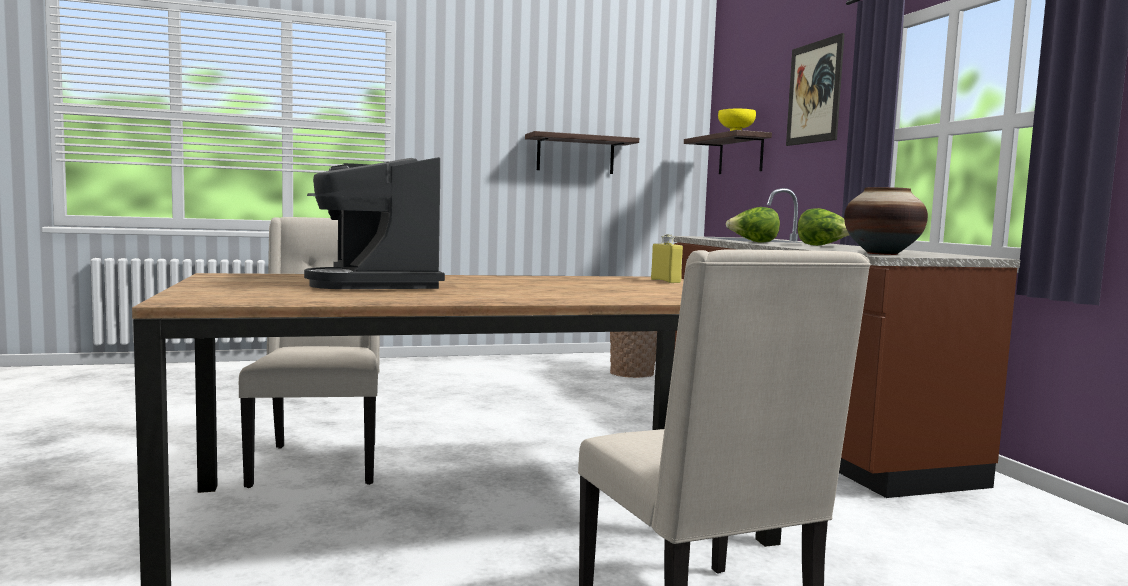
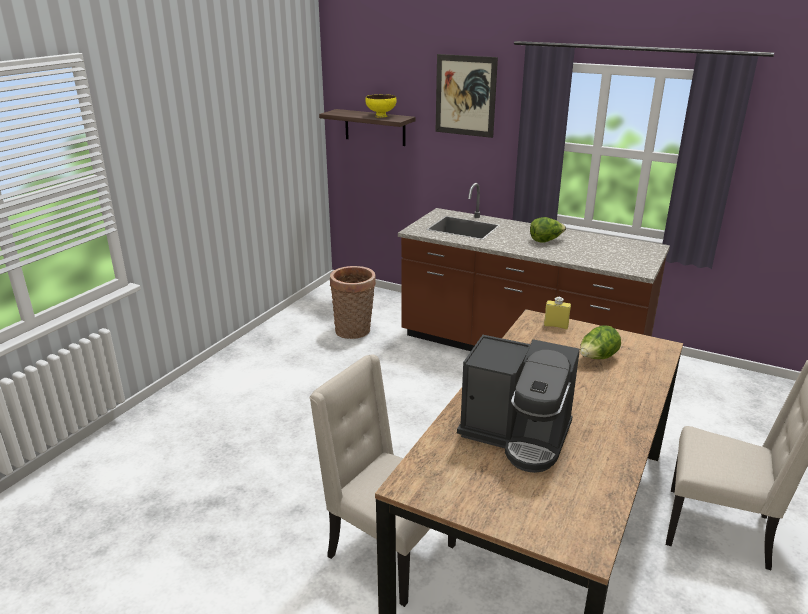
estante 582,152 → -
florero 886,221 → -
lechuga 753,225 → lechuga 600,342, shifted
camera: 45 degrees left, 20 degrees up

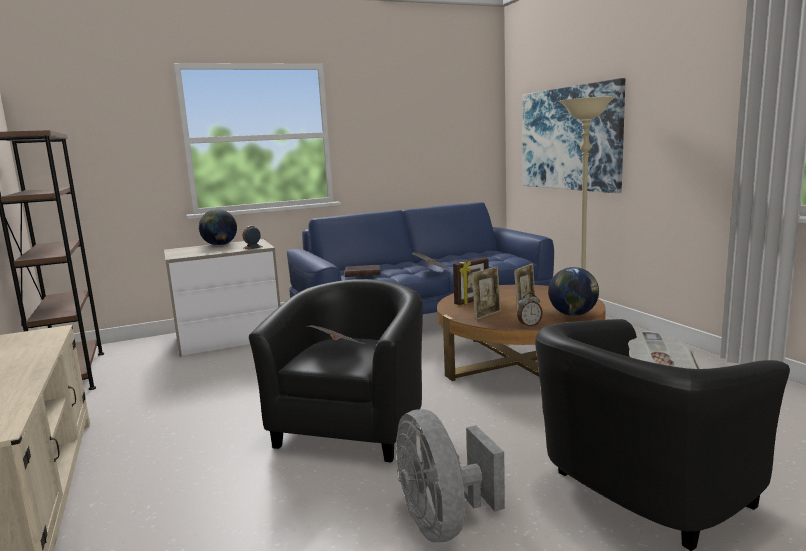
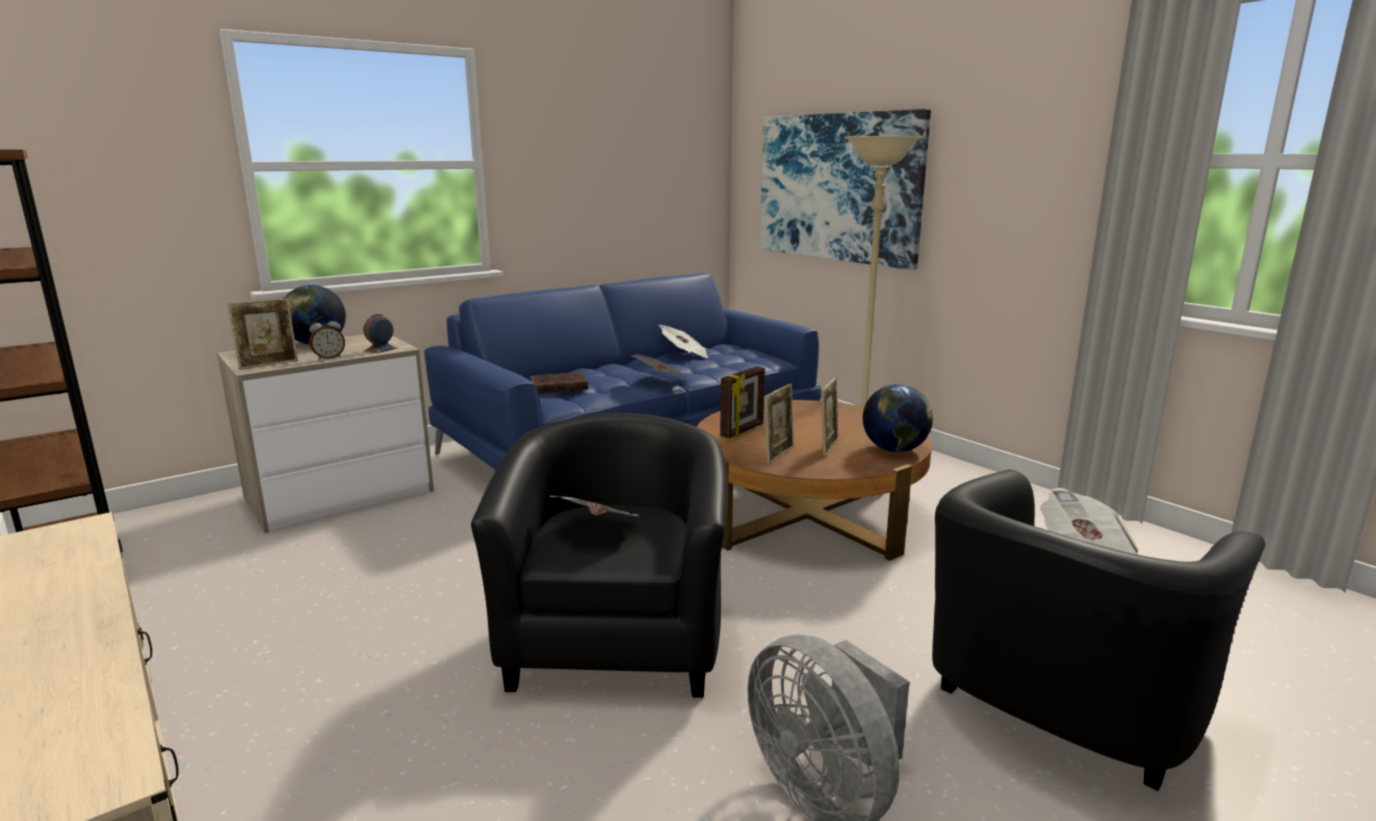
despertador 530,310 → despertador 327,338, shifted
- → portarretratos 262,334
- → periódico 683,341
camera: 15 degrees left, 5 degrees up

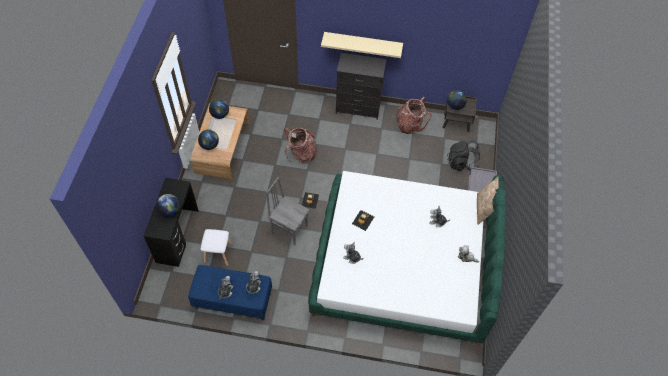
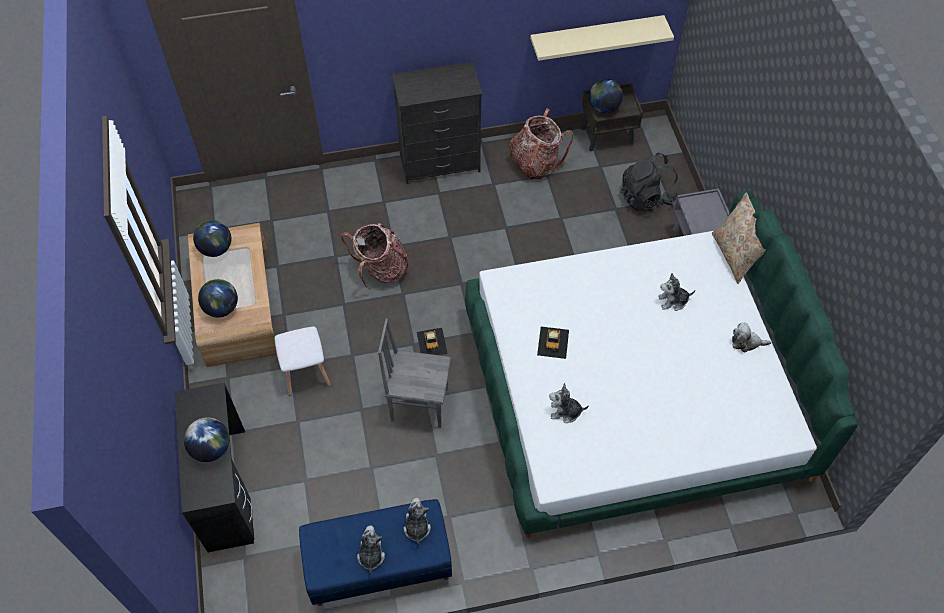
estante [beis] 362,45 → estante [beis] 602,38, shifted
taburete [blanco] 216,247 → taburete [blanco] 302,361, shifted
camera: 20 degrees left, 0 degrees up

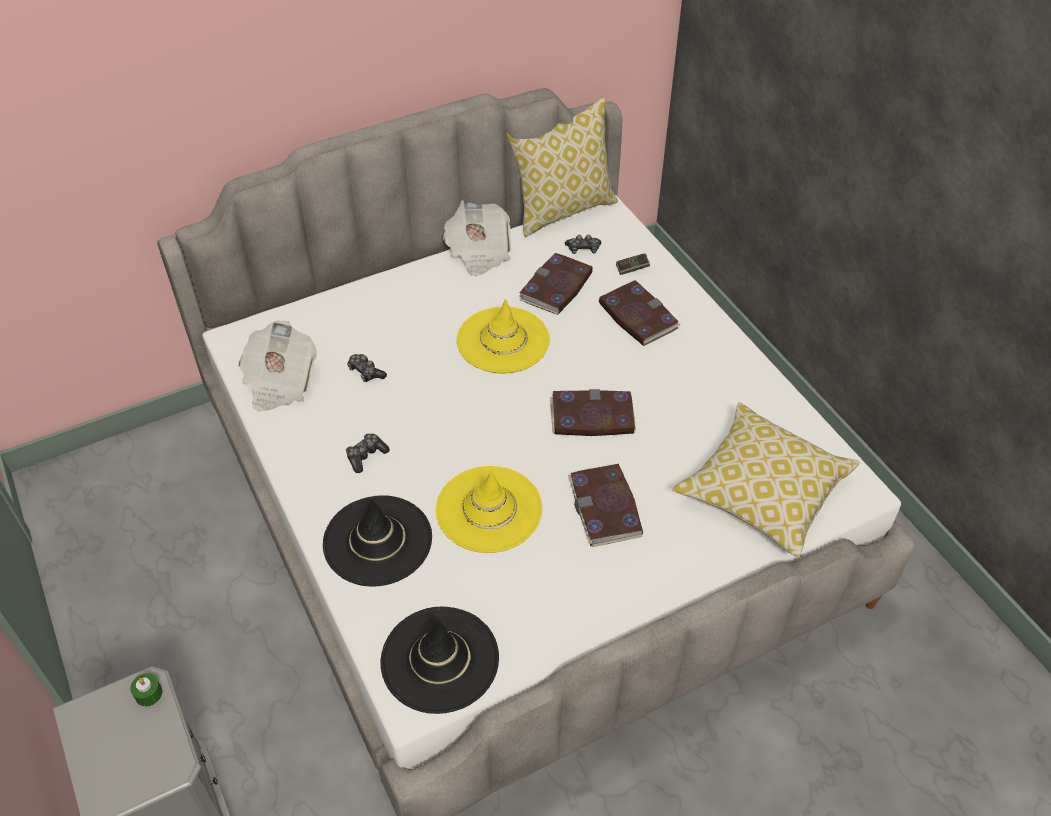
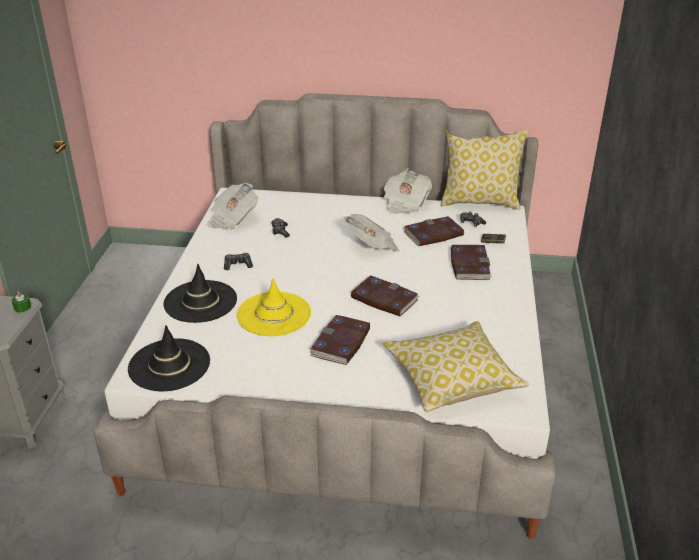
sombrero [amarillo] 503,335 → periódico 371,232
camera: 35 degrees right, 15 degrees down

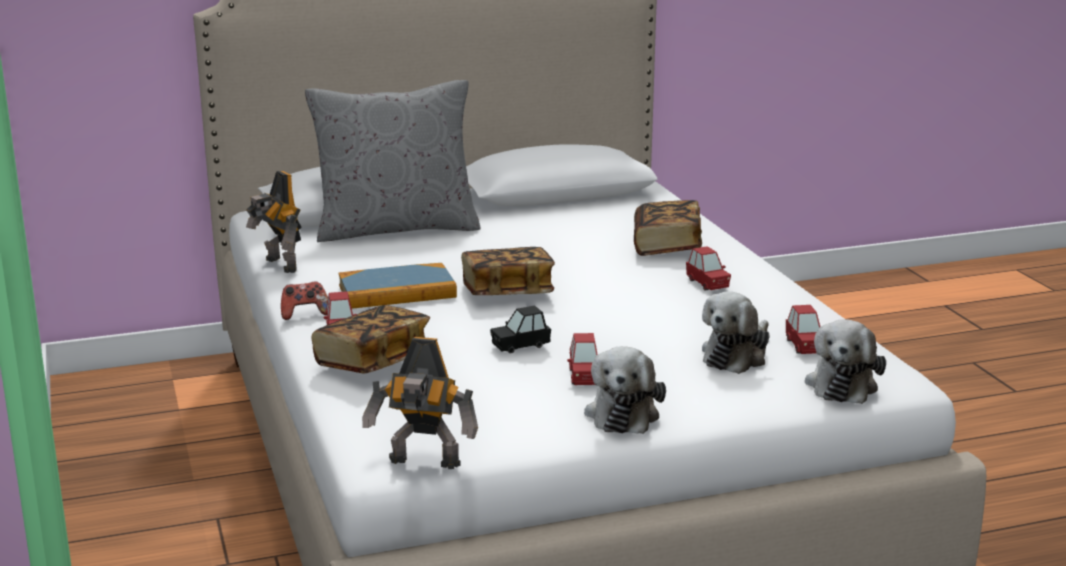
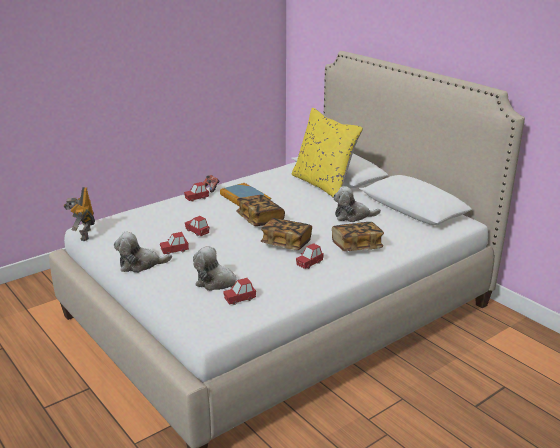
cojín [gris] 393,161 → cojín [amarillo] 327,152
robot de juguete 274,222 → -
libro 370,339 → libro 286,234, shifted
coche de juguete [negro] 520,329 → coche de juguete [rojo] 197,226
peluche 845,361 → peluche 357,204, shifted
camera: 70 degrees right, 5 degrees up

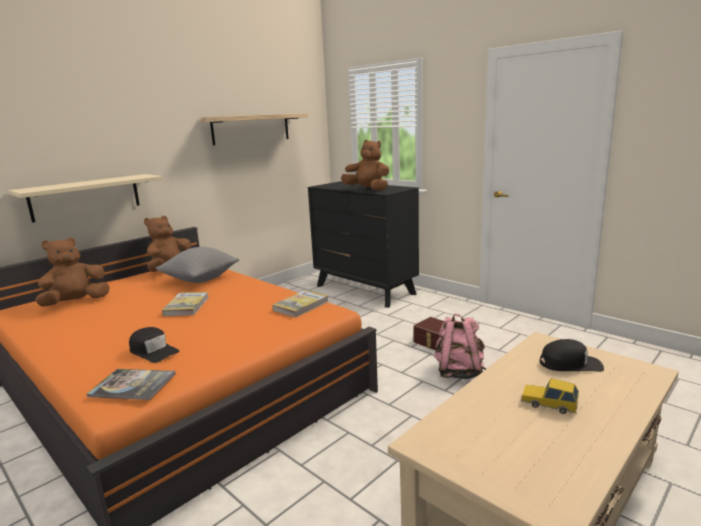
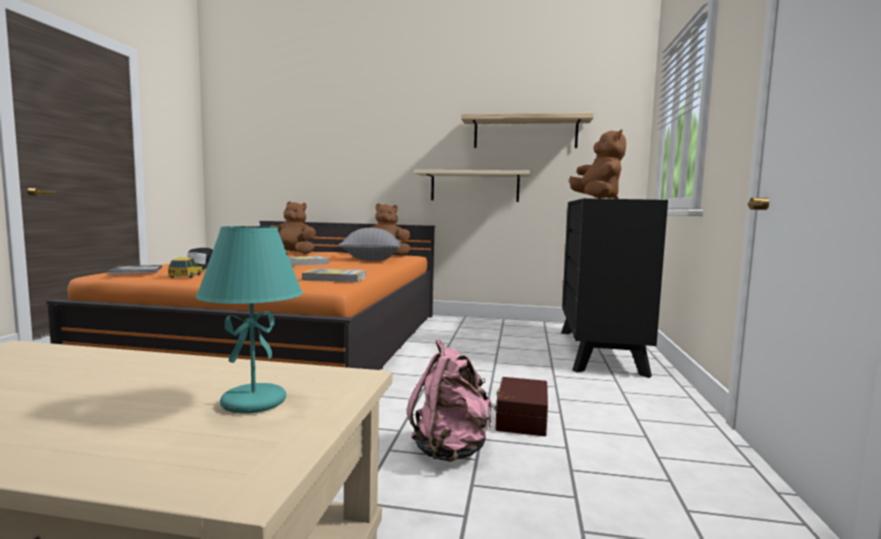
estante [beis] 85,198 → estante [beis] 472,186, shifted
gorra [negro] 572,355 → lámpara de mesa [turquesa] 249,320
coche de juguete 550,396 → coche de juguete 185,268, shifted
camera: 55 degrees right, 10 degrees down

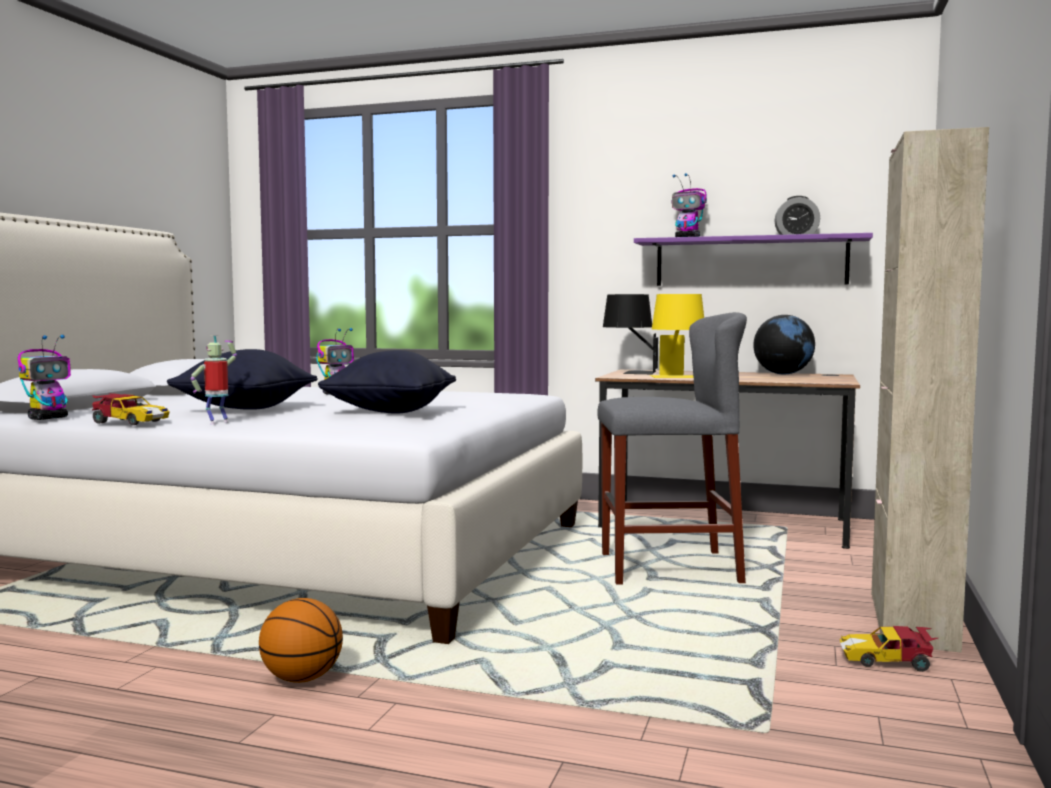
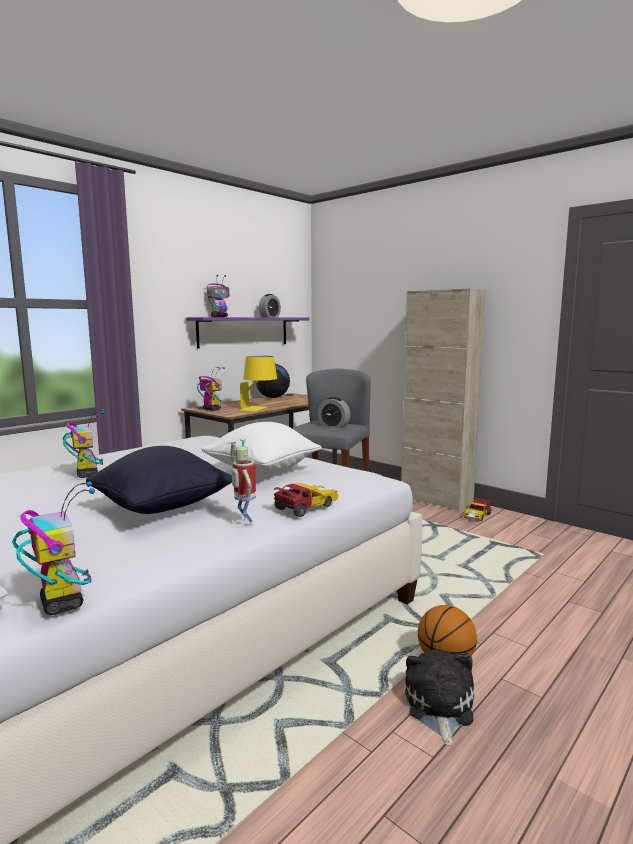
lámpara de mesa [negro] 630,334 → robot de juguete 211,389
cojín [negro] 387,382 → cojín [blanco] 262,448
coche de juguete 131,409 → coche de juguete 306,500, shifted
- → despertador 334,412
- → peluche 439,697
camera: 65 degrees left, 5 degrees up

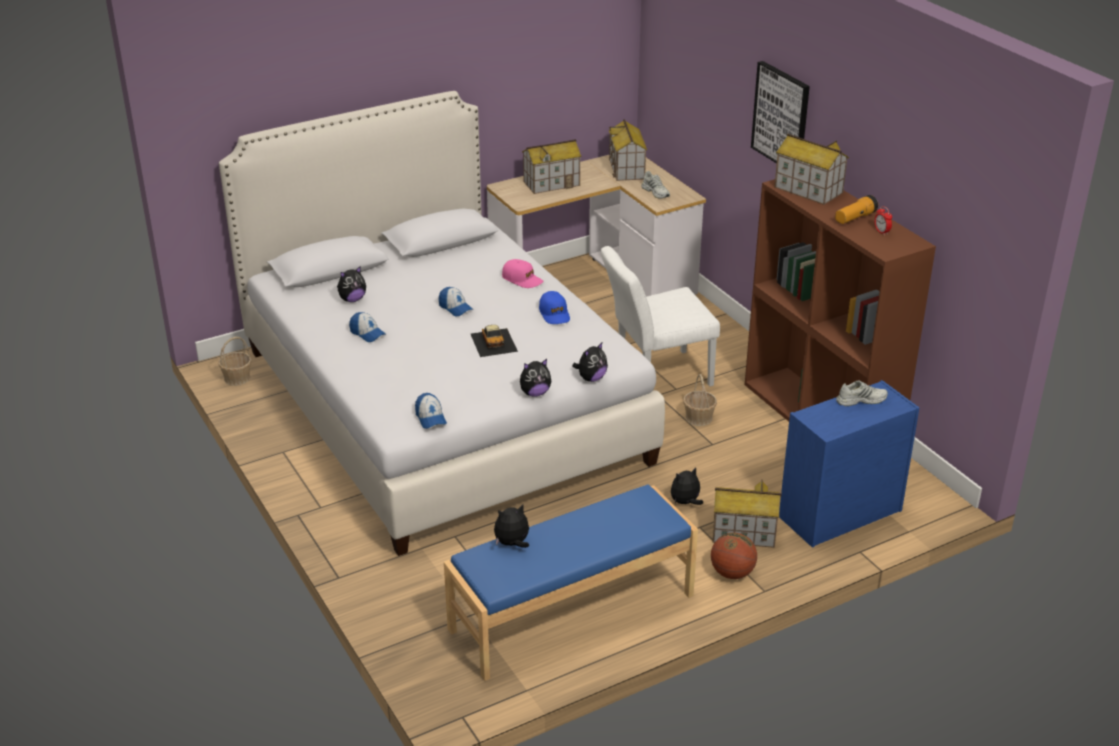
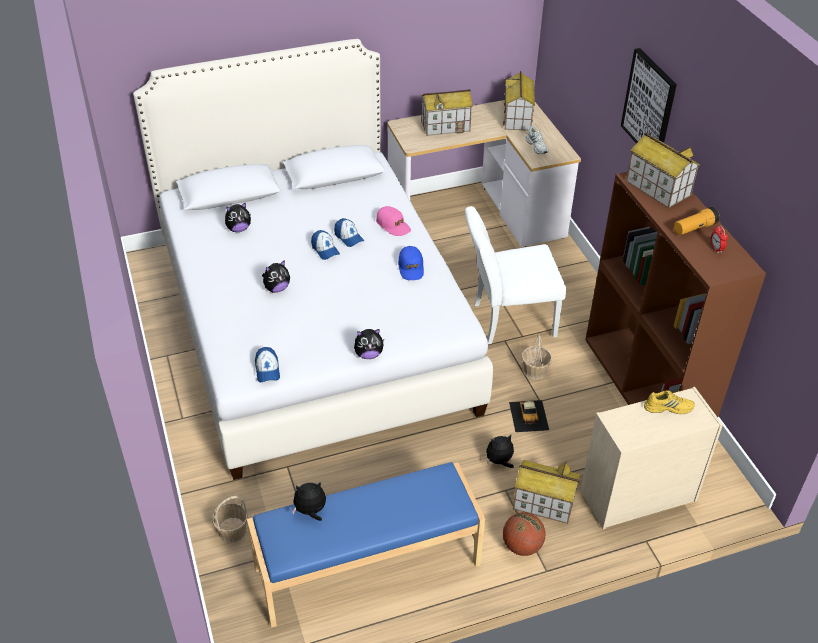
gorra 367,327 → gorra 349,232, shifted
coche de juguete 494,341 → coche de juguete 529,416, shifted
cesta 234,361 → cesta 230,519, shifted
peluche 590,362 → peluche 276,276, shifted
cómoda [azul] 849,464 → cómoda [beis] 651,458
zapato [blanco] 862,393 → zapato [amarillo] 669,402
camera: 10 degrees right, 10 degrees up

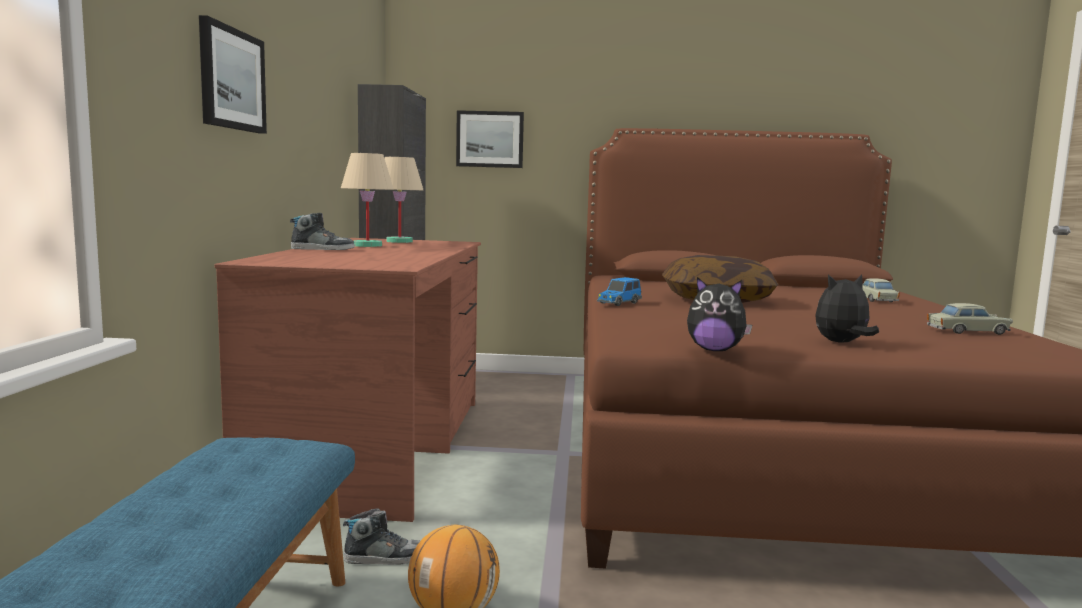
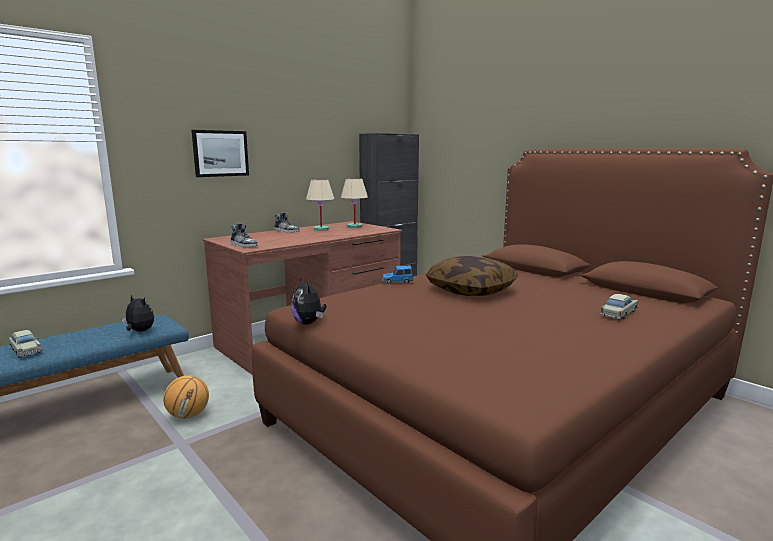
cuadro 490,139 → -
peluche 847,308 → peluche 138,313, shifted
coche de juguete [beis] 970,319 → coche de juguete [beis] 26,344, shifted
zapato 381,536 → zapato 244,235, shifted
camera: 45 degrees right, 5 degrees up

